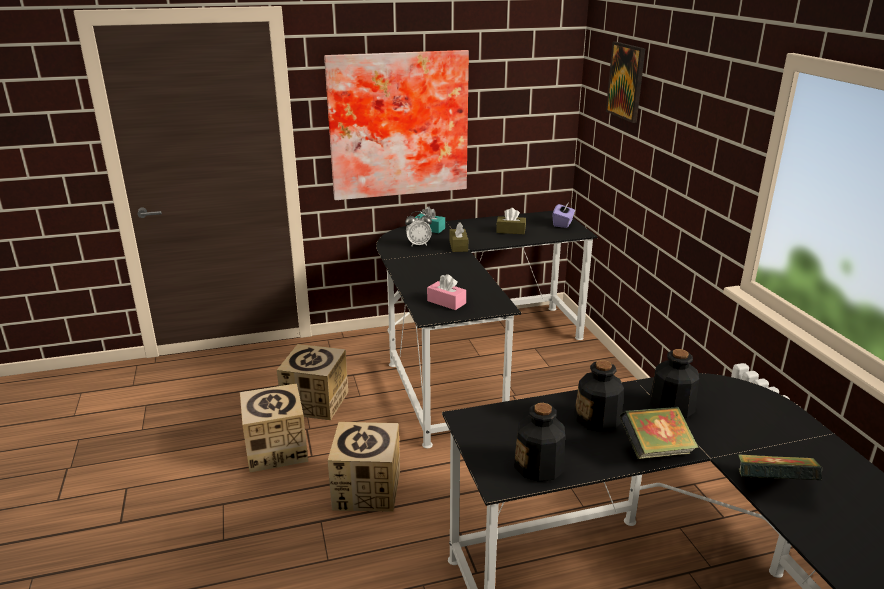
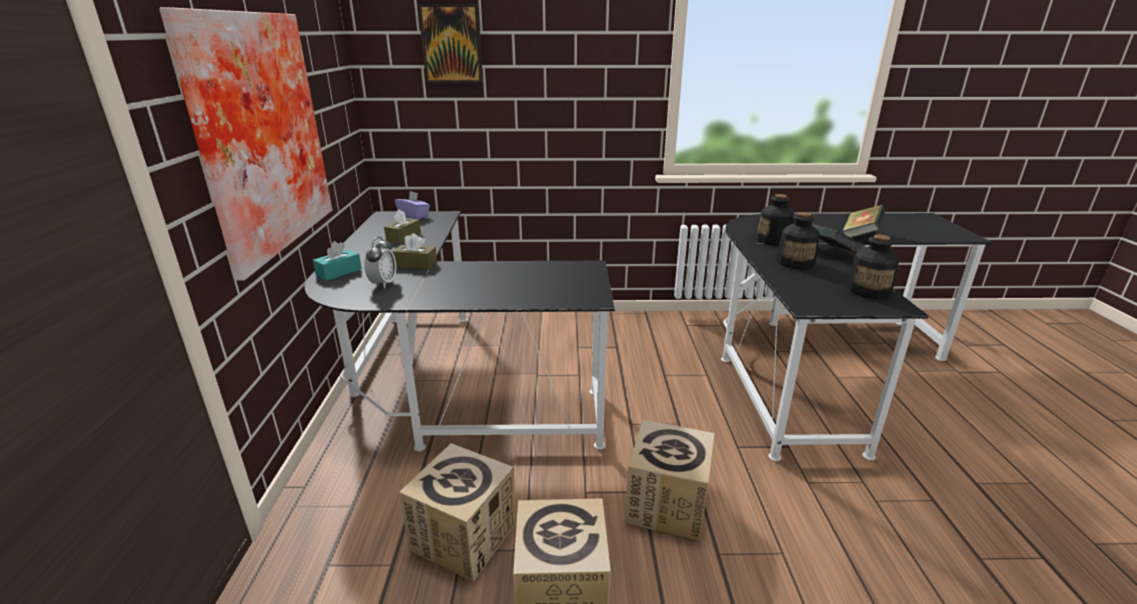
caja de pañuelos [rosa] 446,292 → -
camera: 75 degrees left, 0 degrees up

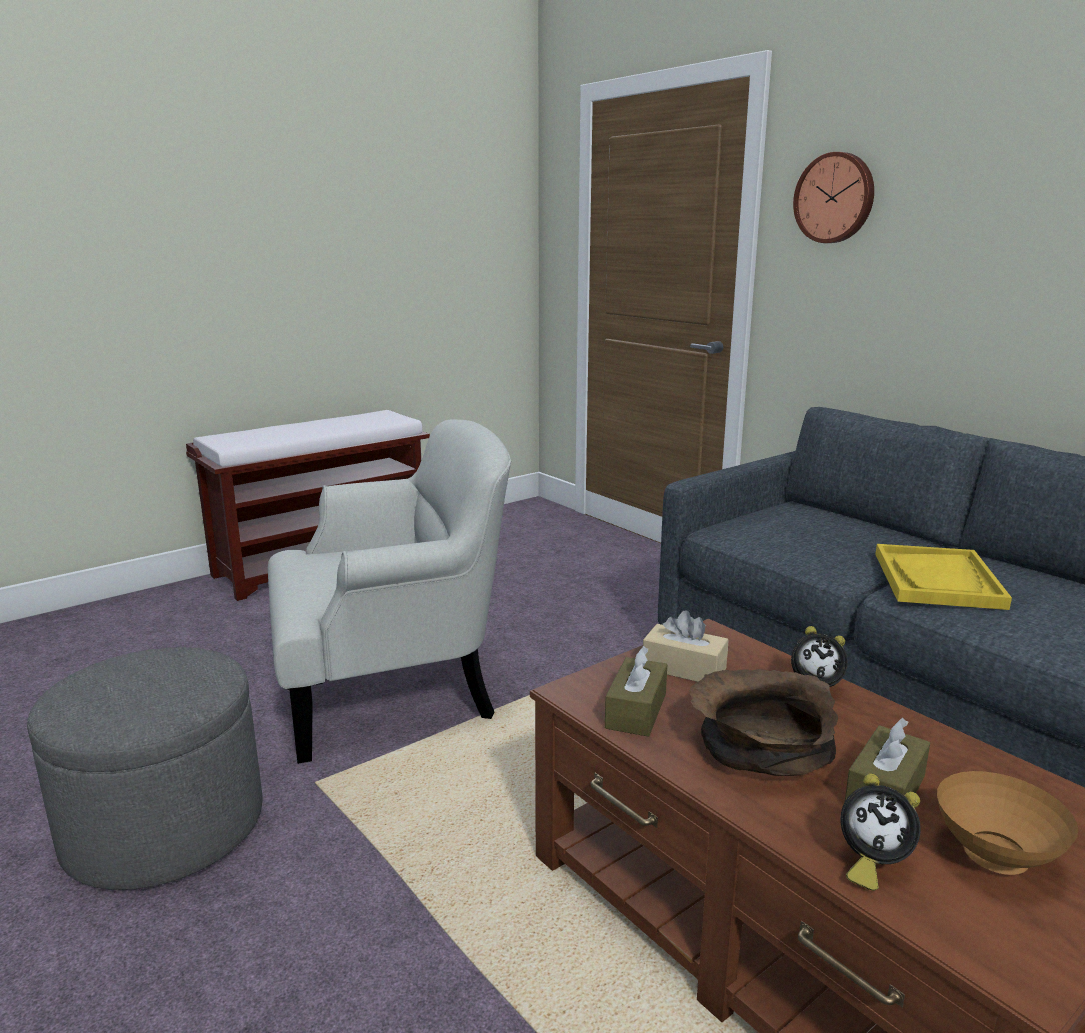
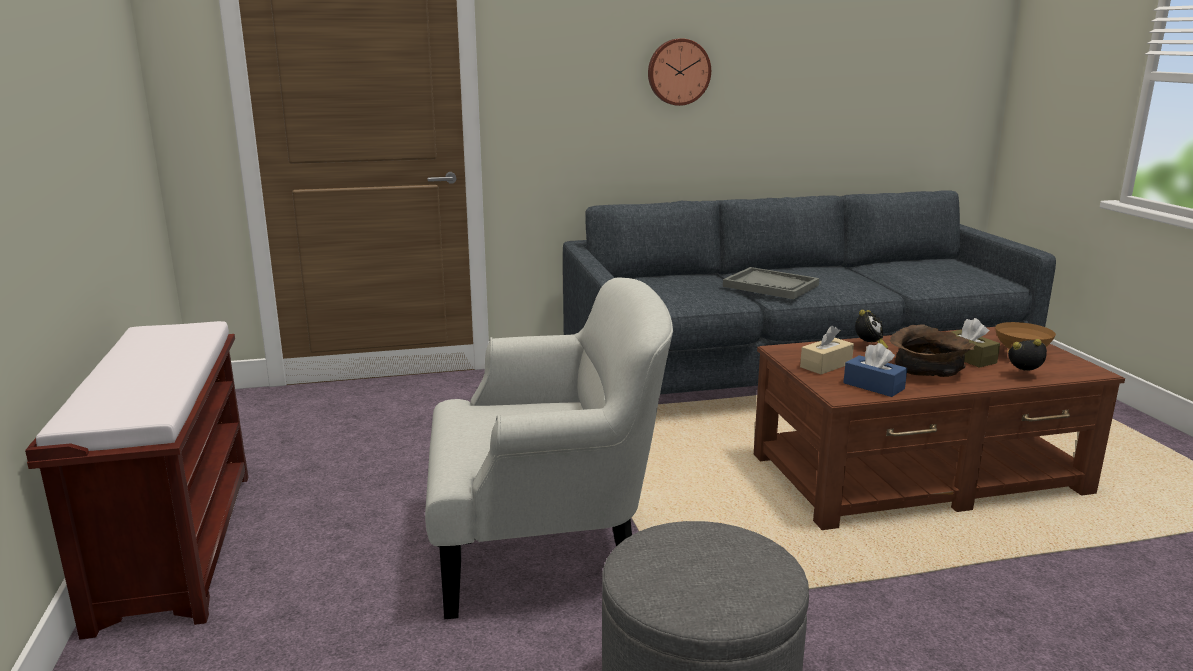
reloj de pared 833,197 → reloj de pared 679,72, shifted
sillón [blanco] 389,591 → sillón [blanco] 549,448, 75 degrees clockwise
bandeja [amarillo] 943,577 → bandeja [gris] 771,283
caja de pañuelos [marrón] 636,691 → caja de pañuelos [azul] 875,370
despertador 881,832 → despertador 1027,355, 120 degrees counterclockwise
camera: 65 degrees left, 0 degrees up

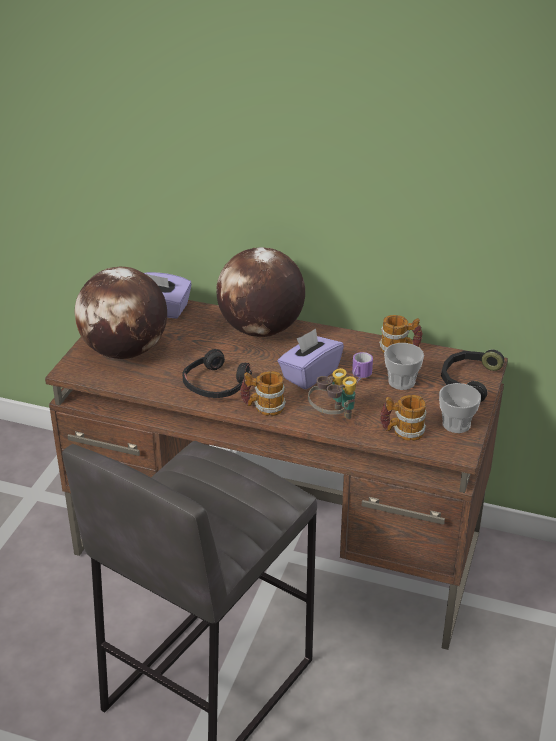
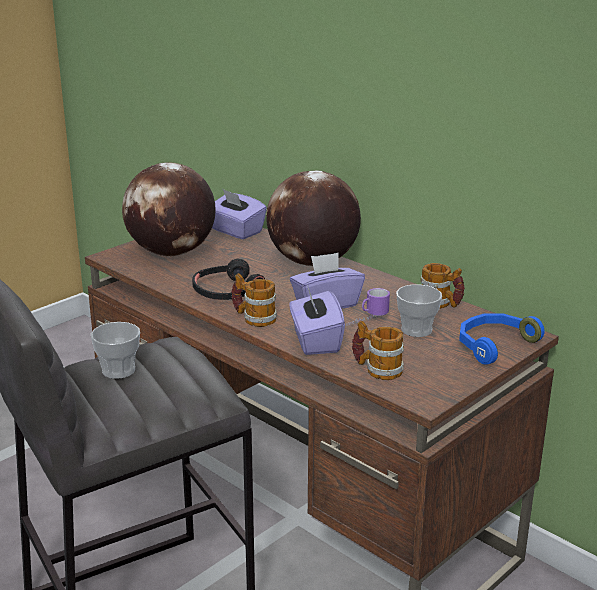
auriculares [negro] 472,376 → auriculares [azul] 502,339
prismáticos 332,393 → caja de pañuelos [morado] 317,320
taza 460,408 → taza 115,350, shifted
camera: 25 degrees right, 10 degrees down

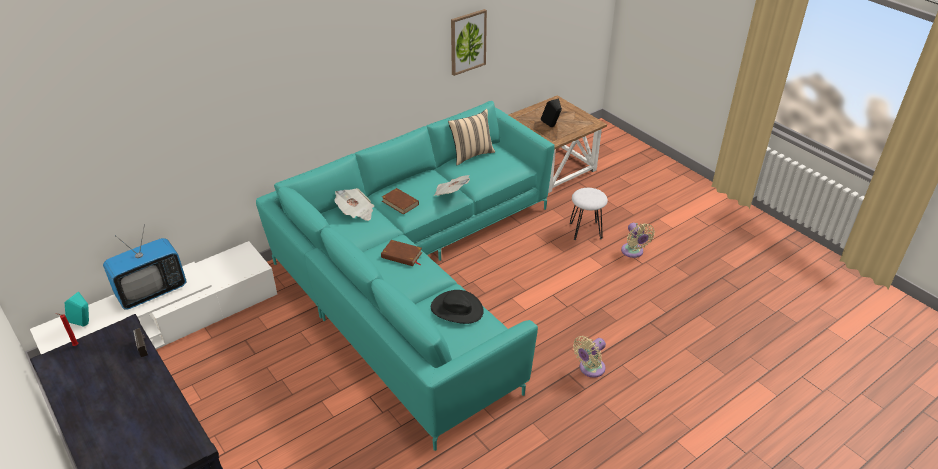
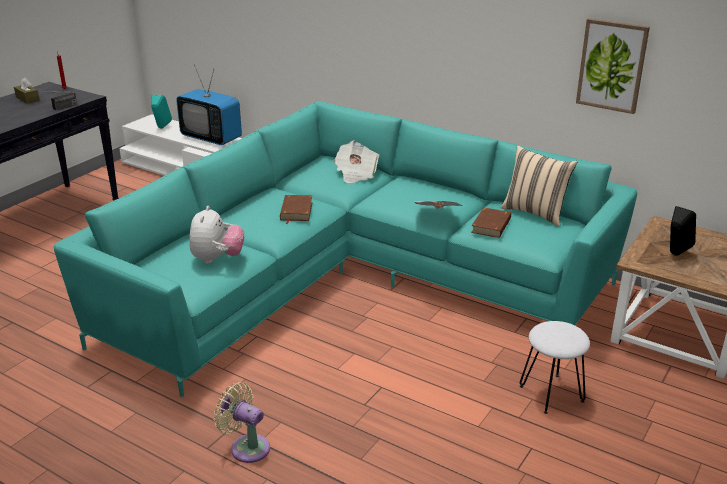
libro [marrón] 400,201 → libro [marrón] 491,222, shifted
ventilador [beis] 638,240 → -
sombrero [negro] 457,307 → peluche 216,235
- → caja de pañuelos [marrón] 27,91
camera: 70 degrees right, 10 degrees down

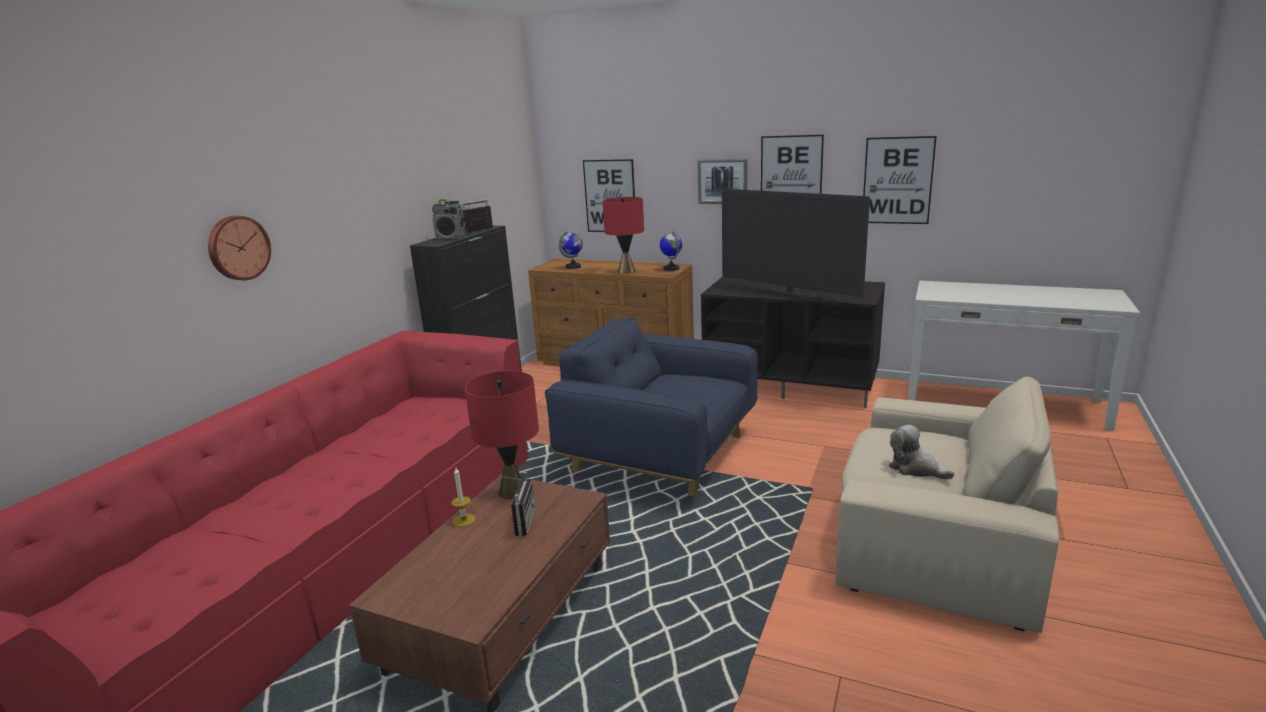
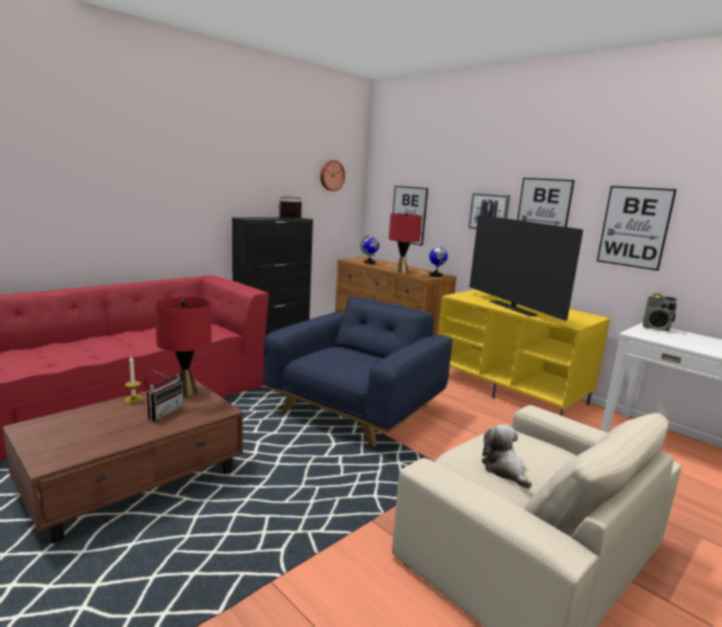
radio 448,219 → radio 659,312, shifted
reloj de pared 239,248 → reloj de pared 332,175, shifted
mueble de televisión [negro] 793,342 → mueble de televisión [amarillo] 524,352
sillón [azul] 651,407 → sillón [azul] 357,371, 75 degrees clockwise
camera: 20 degrees right, 5 degrees down

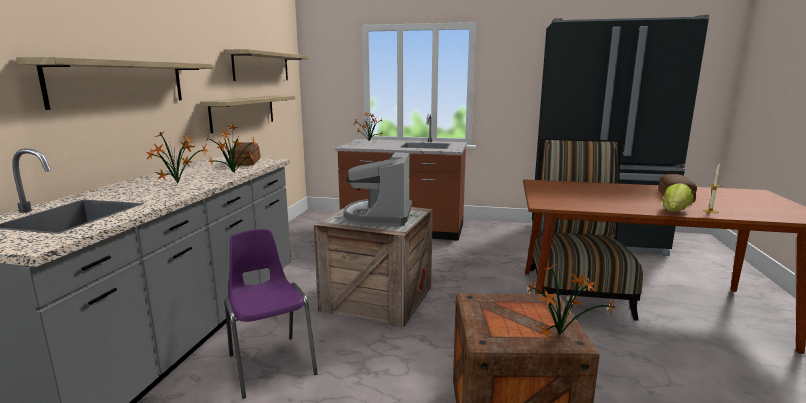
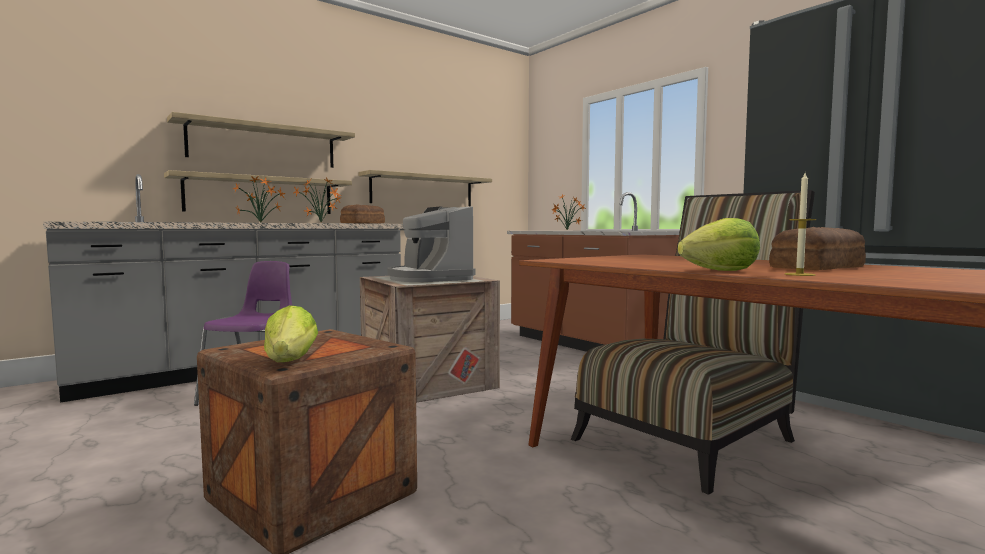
estante 266,65 → estante 258,192, shifted
cafetera 377,189 → cafetera 431,244, 75 degrees counterclockwise
planta en maceta 570,302 → lechuga 291,333
camera: 40 degrees right, 10 degrees down

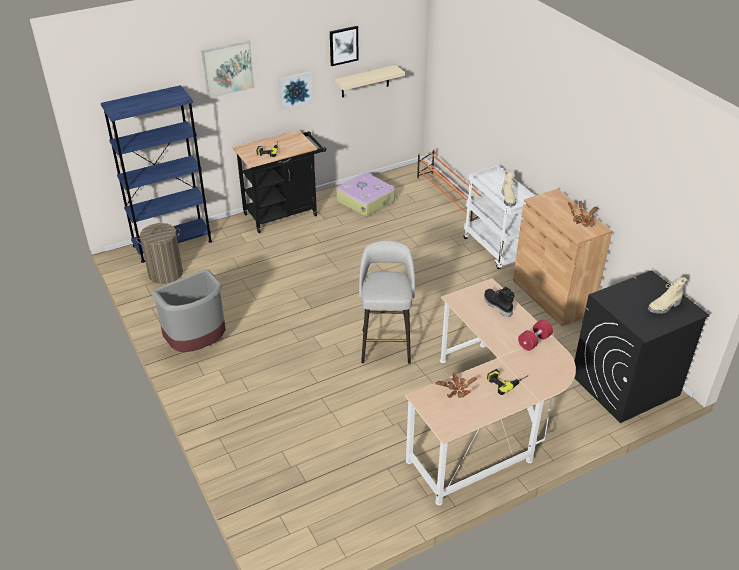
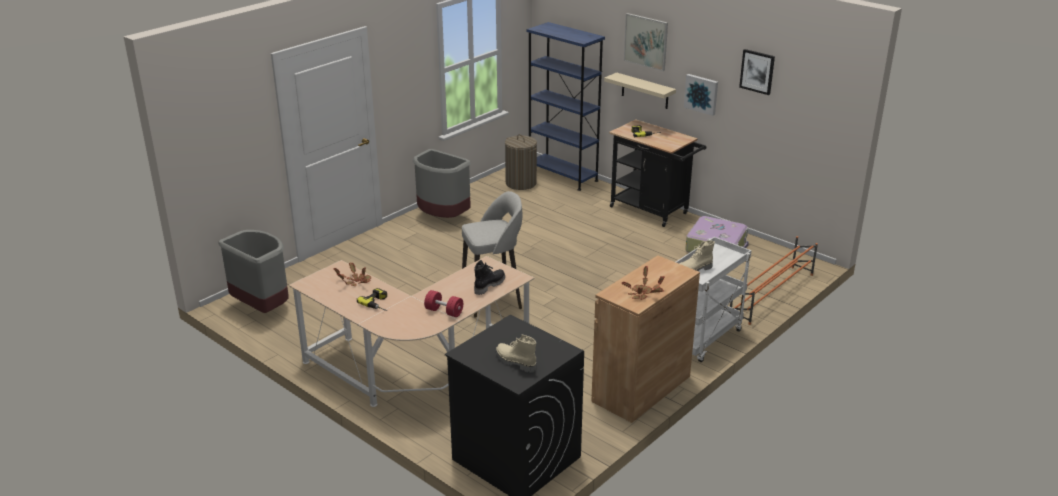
estante [beis] 369,81 → estante [beis] 640,91, shifted
- → papelera [gris] 253,271
camera: 70 degrees right, 10 degrees down

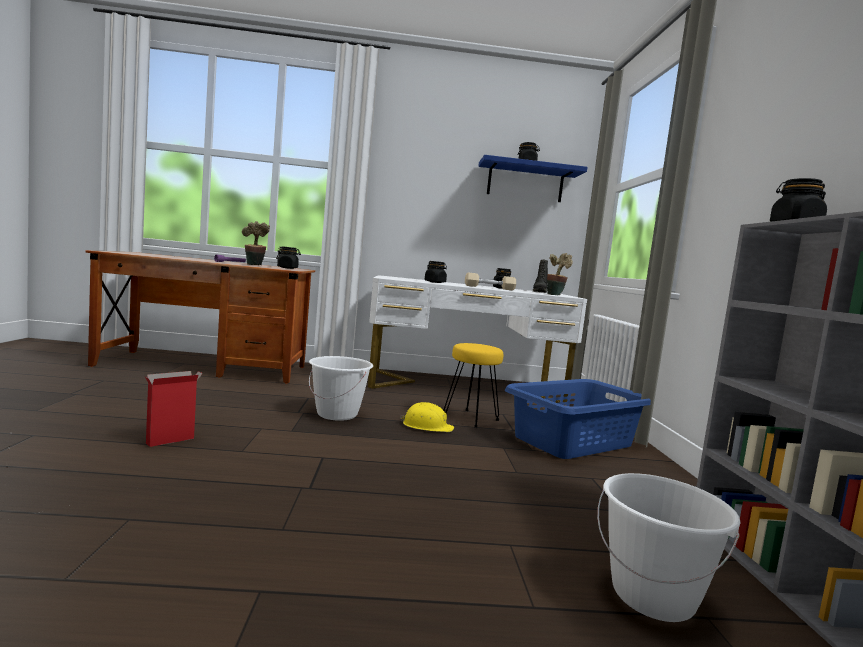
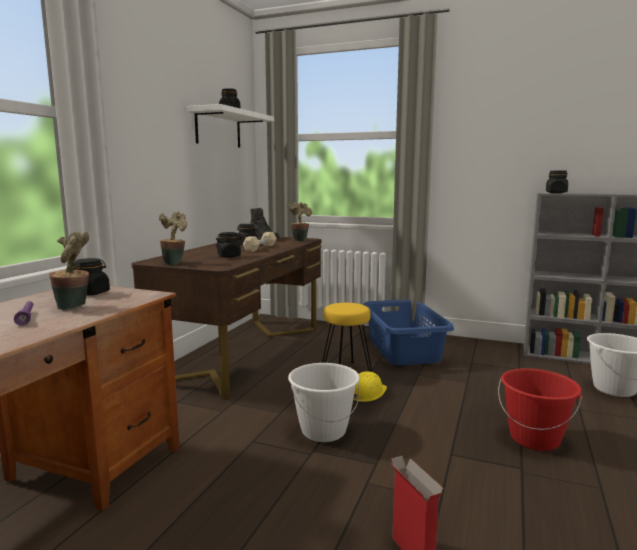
estante [azul] 532,178 → estante [blanco] 230,126
escritorio [blanco] 477,339 → escritorio [marrón] 226,318
- → planta en maceta 173,238
- → cubo [rojo] 540,409
camera: 65 degrees left, 5 degrees up

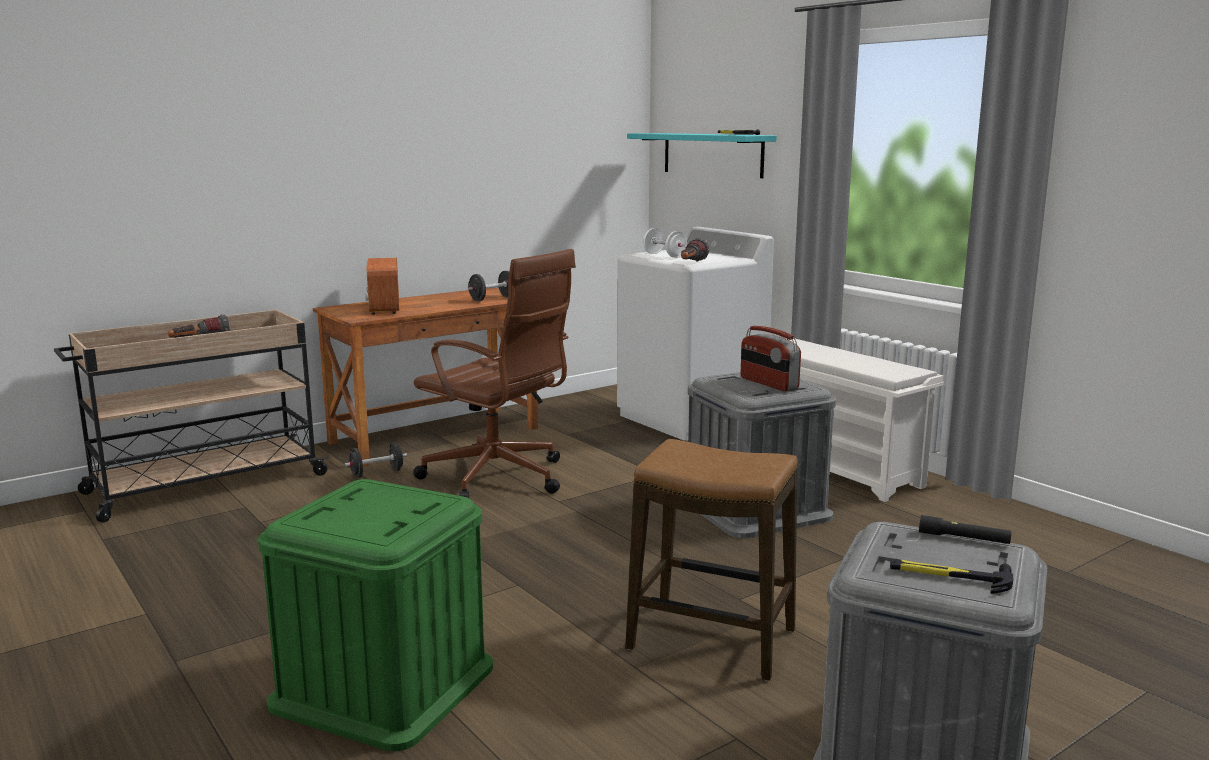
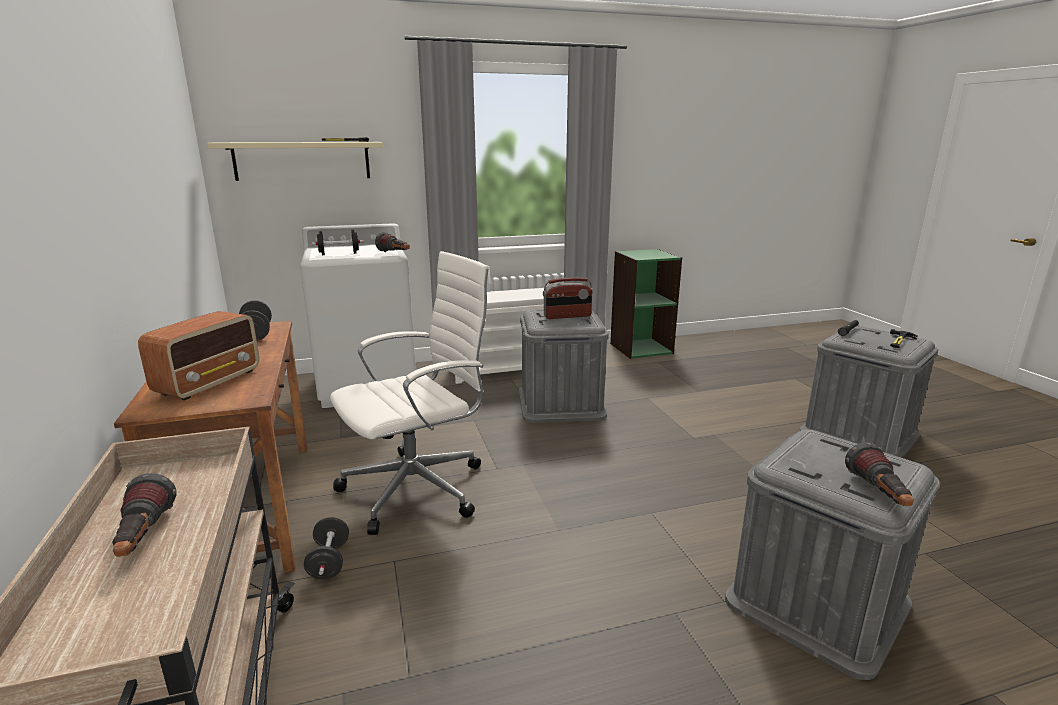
estante [turquesa] 702,155 → estante [beis] 295,161
mancuerna [blanco] 665,243 → mancuerna [negro] 338,242
silla de oficina [marrón] 494,373 → silla de oficina [blanco] 410,393
radio 382,286 → radio 198,356, 75 degrees counterclockwise
taburete 711,560 → -
caja de almacenaje [verde] 375,615 → caja de almacenaje [gris] 832,554
- → estantería [verde] 646,304
- → linterna 879,474
camera: 70 degrees left, 5 degrees up

